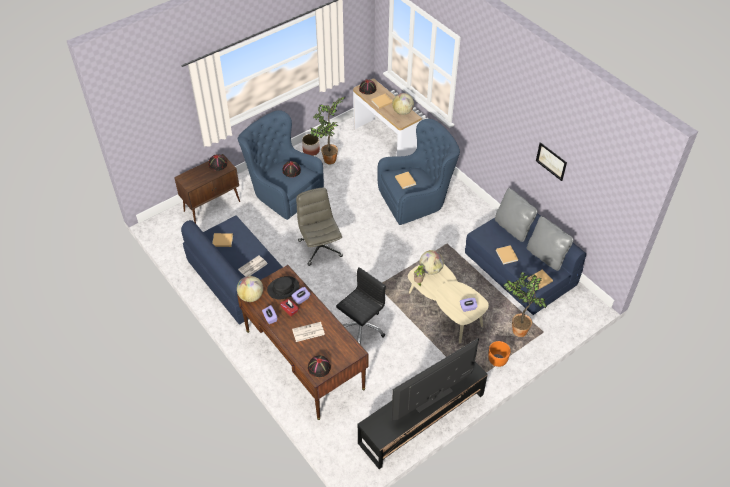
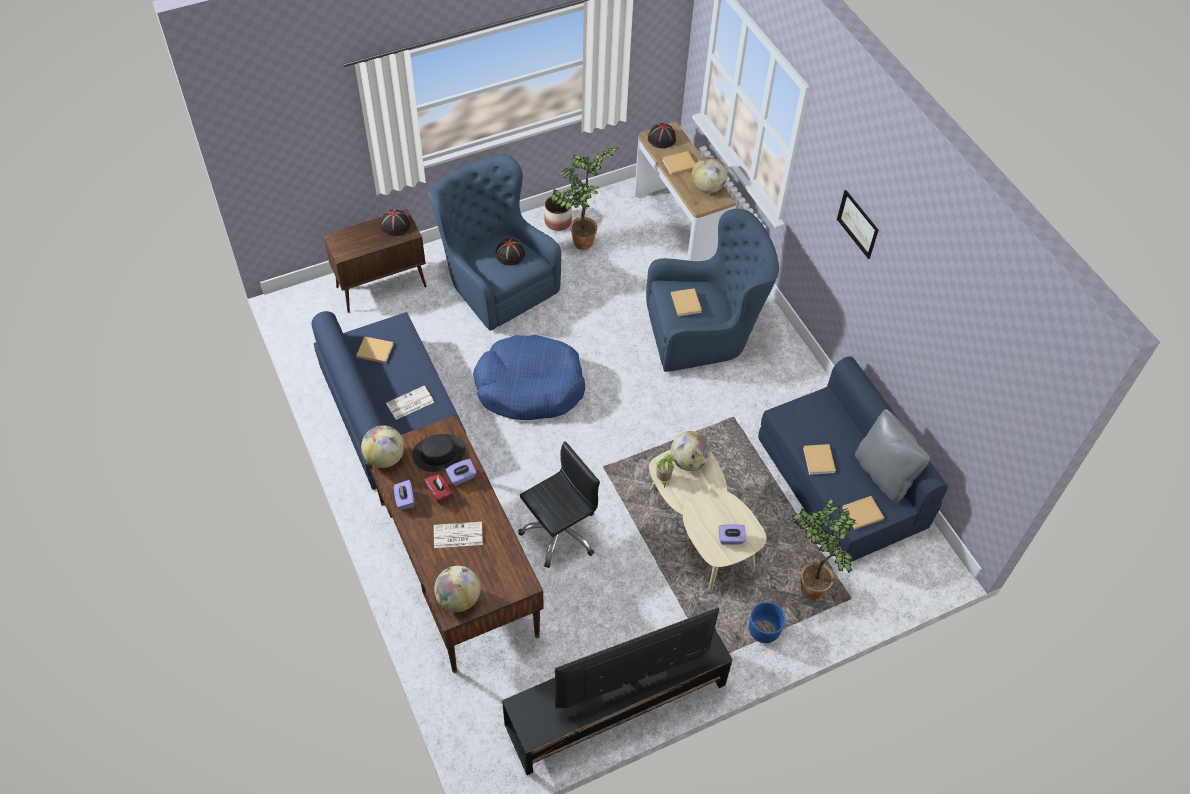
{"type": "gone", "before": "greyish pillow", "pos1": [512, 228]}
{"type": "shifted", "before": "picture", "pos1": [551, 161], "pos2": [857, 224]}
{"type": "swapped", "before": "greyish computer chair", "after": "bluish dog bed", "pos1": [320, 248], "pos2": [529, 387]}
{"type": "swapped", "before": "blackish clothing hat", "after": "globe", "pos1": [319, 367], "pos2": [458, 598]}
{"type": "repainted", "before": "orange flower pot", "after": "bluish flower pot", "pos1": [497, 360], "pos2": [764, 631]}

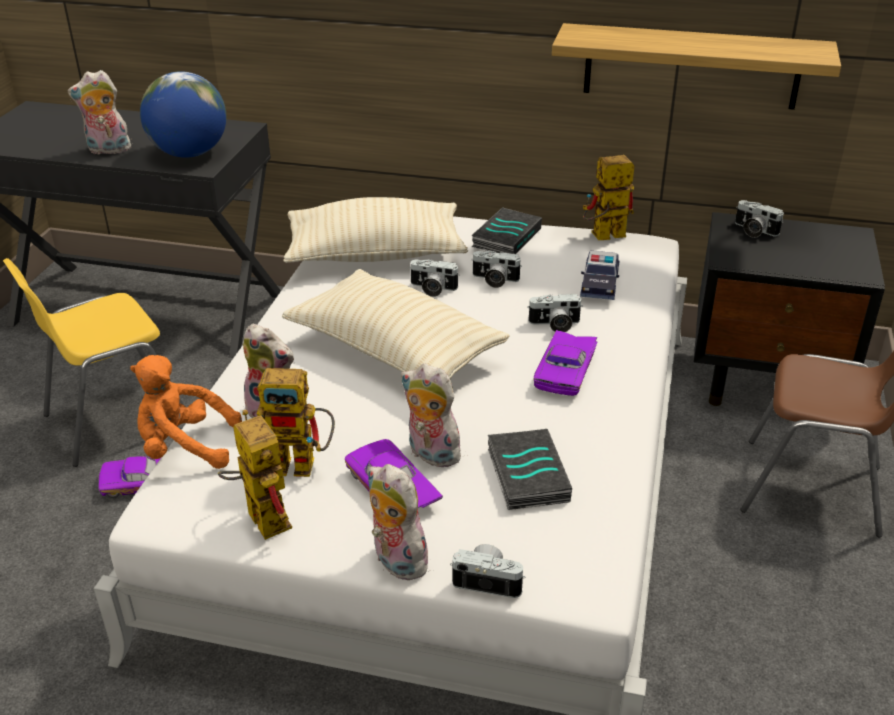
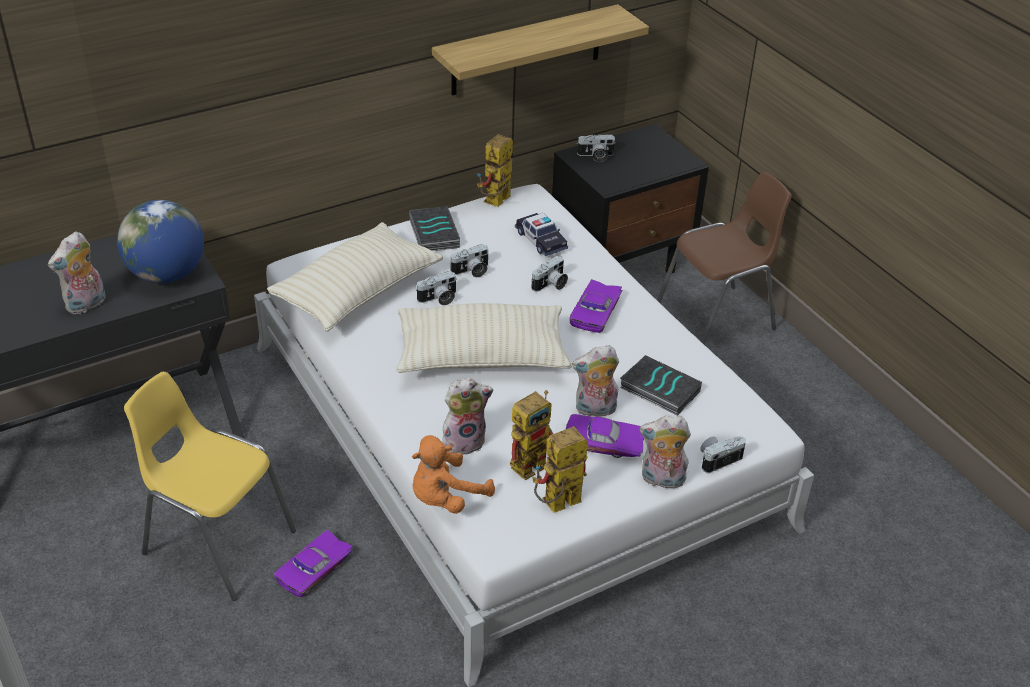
{"type": "rotated", "before": "yellowish chair", "pos1": [115, 419], "pos2": [218, 542], "turn": 105}
{"type": "rotated", "before": "model robot", "pos1": [260, 516], "pos2": [556, 506], "turn": -45}
{"type": "rotated", "before": "purplish model car", "pos1": [568, 371], "pos2": [597, 313], "turn": 45}

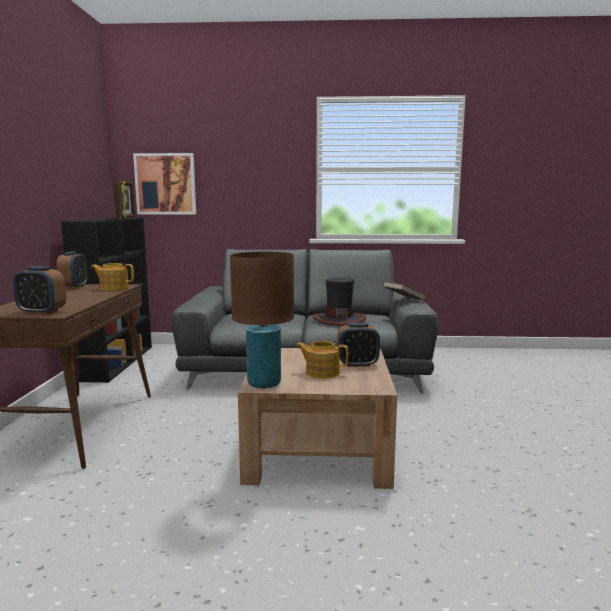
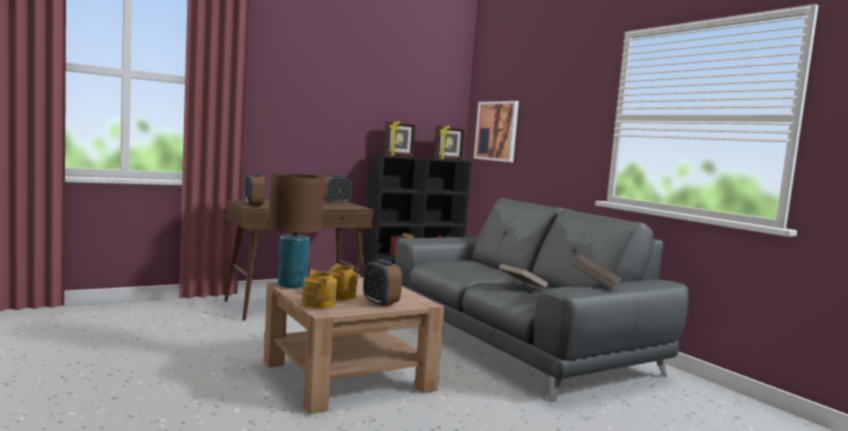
{"type": "new", "after": "photo frame", "pos2": [399, 156]}
{"type": "shifted", "before": "teapot", "pos1": [114, 288], "pos2": [319, 303]}
{"type": "swapped", "before": "clothing hat", "after": "brownish bound book", "pos1": [339, 319], "pos2": [522, 286]}

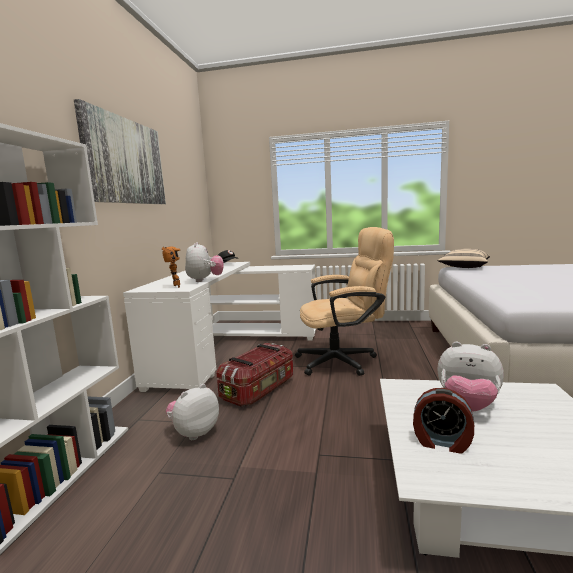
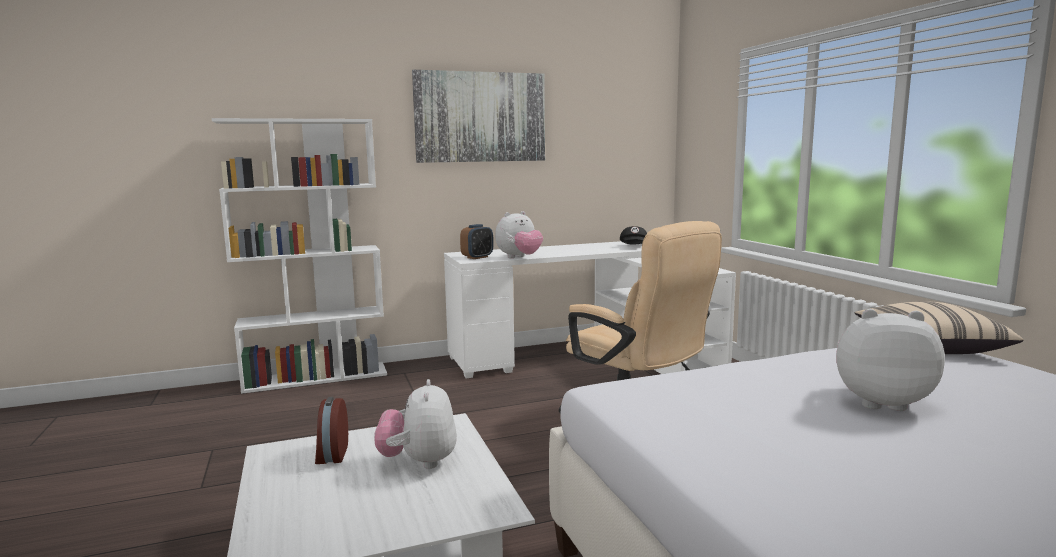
{"type": "gone", "before": "storage container", "pos1": [259, 389]}
{"type": "shifted", "before": "soft toy", "pos1": [194, 432], "pos2": [879, 402]}
{"type": "swapped", "before": "model robot", "after": "table clock", "pos1": [175, 287], "pos2": [477, 257]}

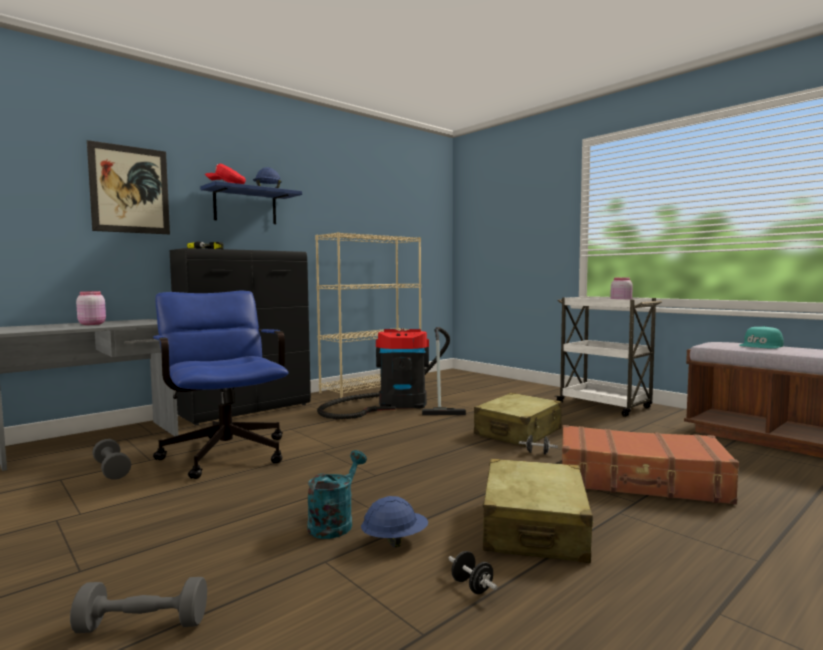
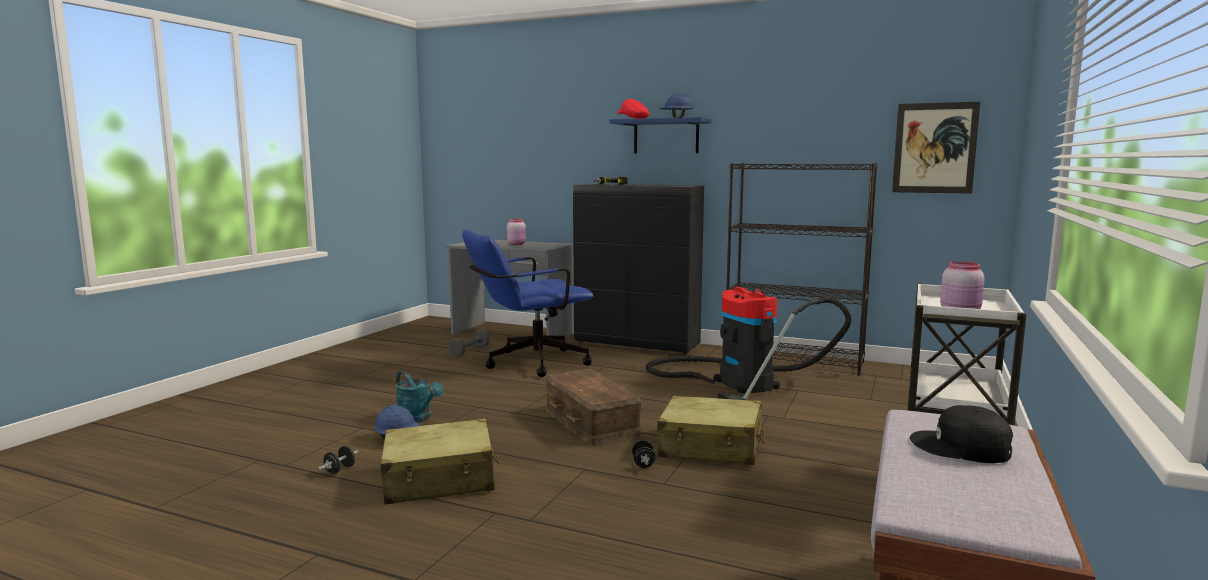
{"type": "gone", "before": "greyish hand weight", "pos1": [143, 625]}
{"type": "gone", "before": "brownish travel case", "pos1": [640, 481]}
{"type": "new", "after": "brownish storage container", "pos2": [592, 422]}
{"type": "shifted", "before": "picture", "pos1": [130, 189], "pos2": [934, 148]}
{"type": "repainted", "before": "sand-coloured shelving unit", "after": "blackish shelving unit", "pos1": [372, 388], "pos2": [794, 361]}
{"type": "repainted", "before": "turquoise-coloured cap", "after": "blackish cap", "pos1": [761, 346], "pos2": [961, 447]}
{"type": "rotated", "before": "bluish computer chair", "pos1": [224, 451], "pos2": [528, 363], "turn": -150}
{"type": "rotated", "before": "turquoise-coloured sprinkling can", "pos1": [335, 523], "pos2": [418, 419], "turn": 45}

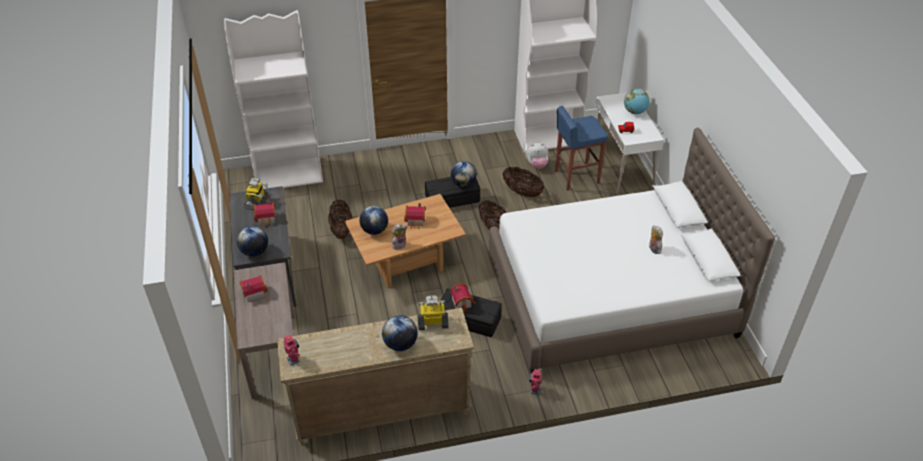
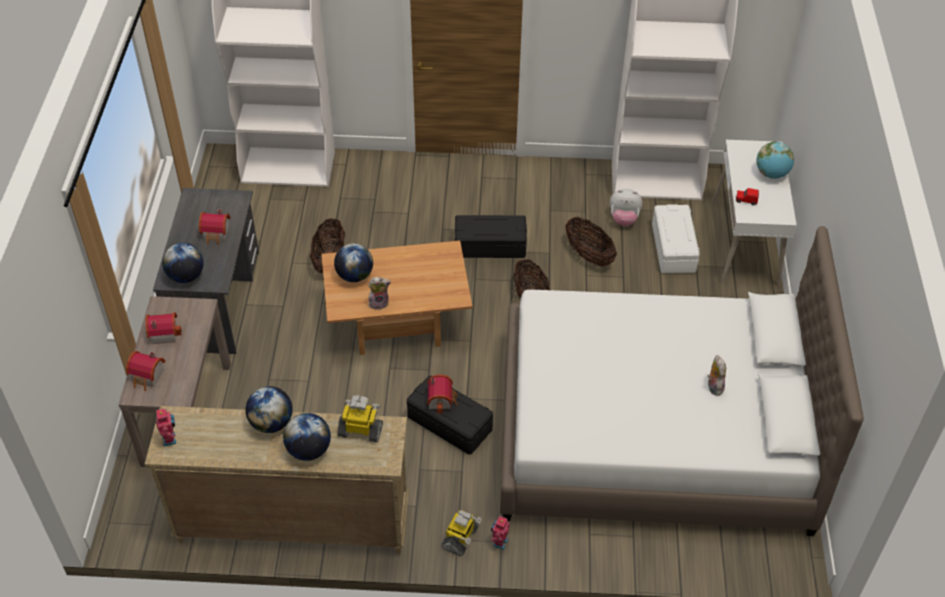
{"type": "shifted", "before": "model robot", "pos1": [257, 202], "pos2": [460, 538]}
{"type": "shifted", "before": "model house", "pos1": [416, 221], "pos2": [148, 377]}
{"type": "shifted", "before": "globe", "pos1": [463, 184], "pos2": [271, 423]}
{"type": "swapped", "before": "bluish stool seat", "after": "white storage container", "pos1": [576, 177], "pos2": [672, 248]}

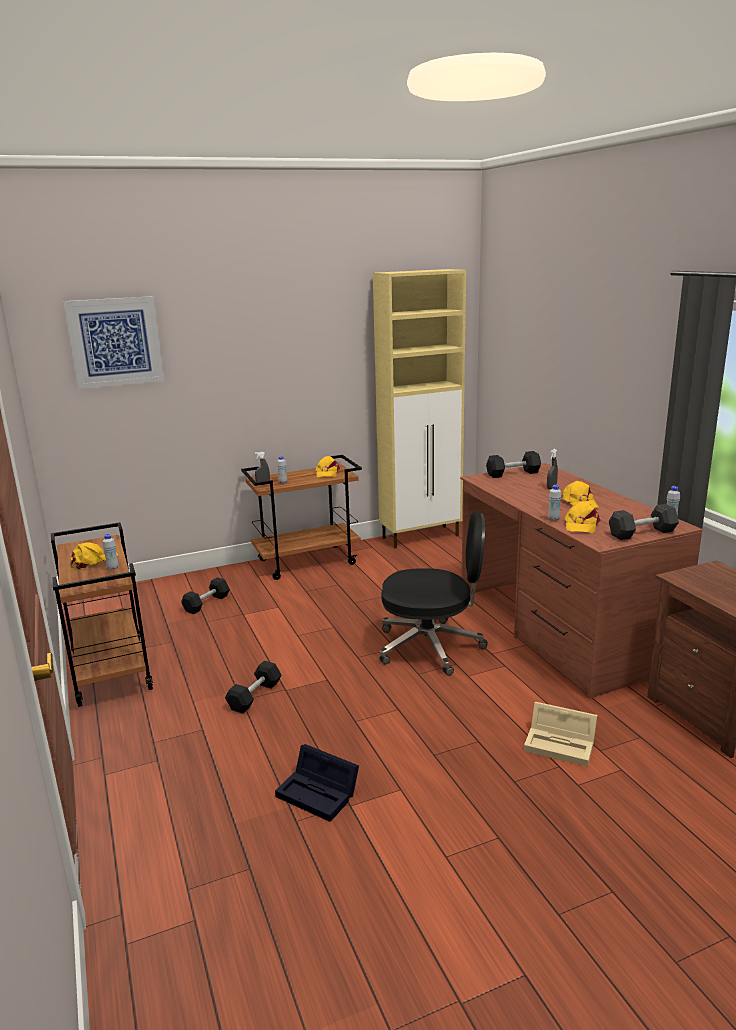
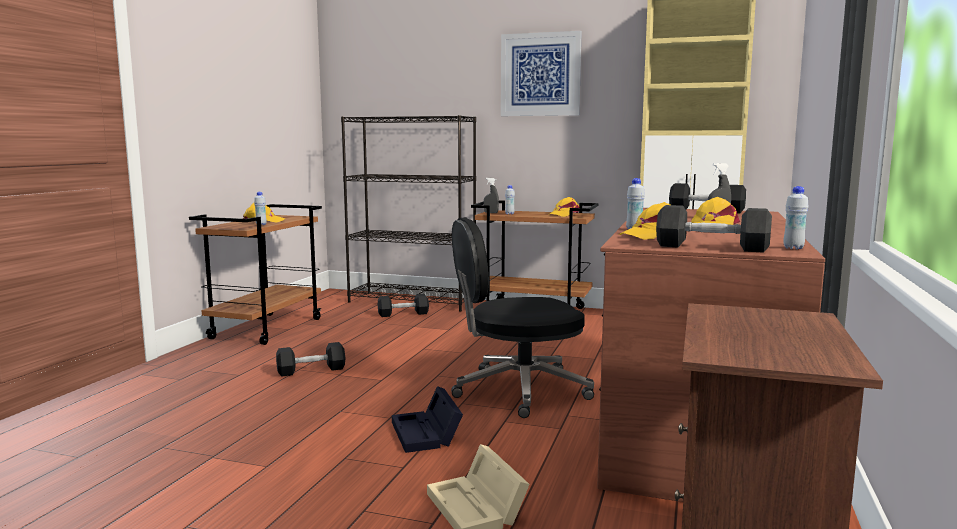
{"type": "new", "after": "blackish shelving unit", "pos2": [413, 301]}
{"type": "shifted", "before": "picture", "pos1": [115, 342], "pos2": [540, 74]}
{"type": "shifted", "before": "blackish storage container", "pos1": [320, 793], "pos2": [427, 434]}
{"type": "rotated", "before": "blackish computer chair", "pos1": [432, 646], "pos2": [518, 390], "turn": 120}

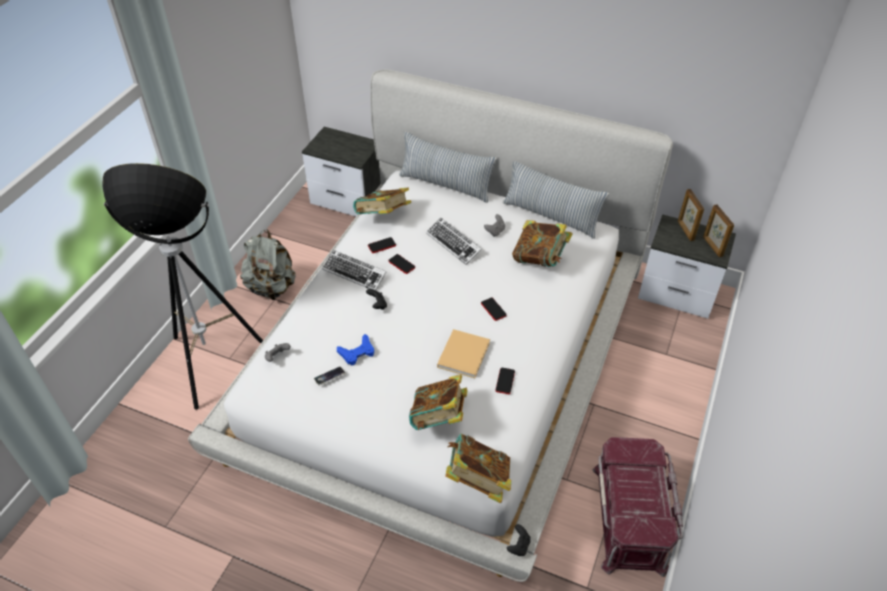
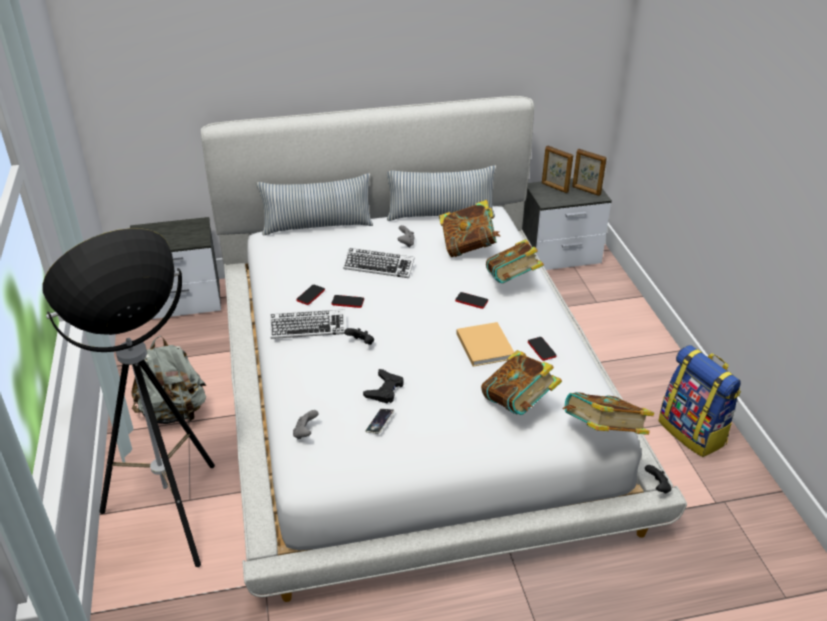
{"type": "shifted", "before": "bound book", "pos1": [383, 217], "pos2": [512, 282]}
{"type": "swapped", "before": "reddish storage container", "after": "knapsack", "pos1": [631, 518], "pos2": [693, 432]}
{"type": "repainted", "before": "bluish gamepad", "after": "blackish gamepad", "pos1": [357, 353], "pos2": [385, 390]}

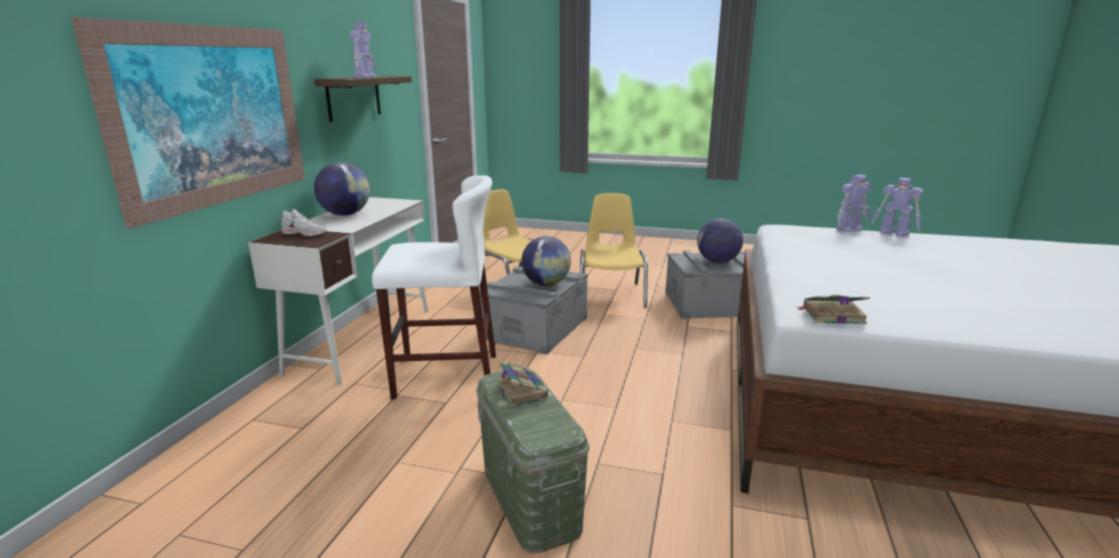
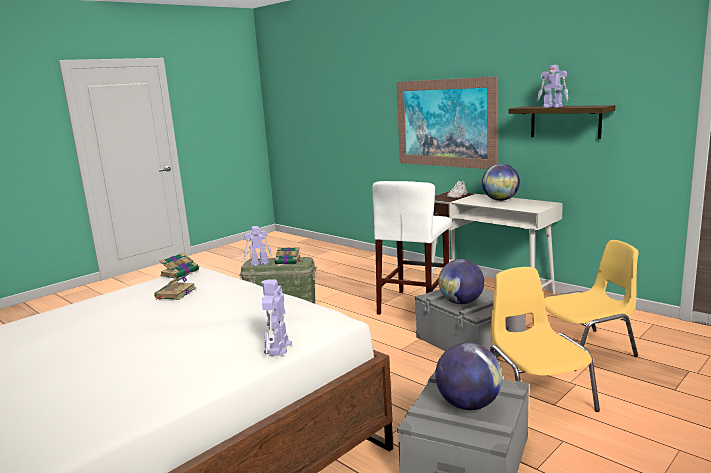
{"type": "new", "after": "bound book", "pos2": [175, 293]}
{"type": "shifted", "before": "model robot", "pos1": [894, 233], "pos2": [259, 263]}
{"type": "rotated", "before": "yellowish chair", "pos1": [611, 294], "pos2": [536, 396], "turn": -135}

